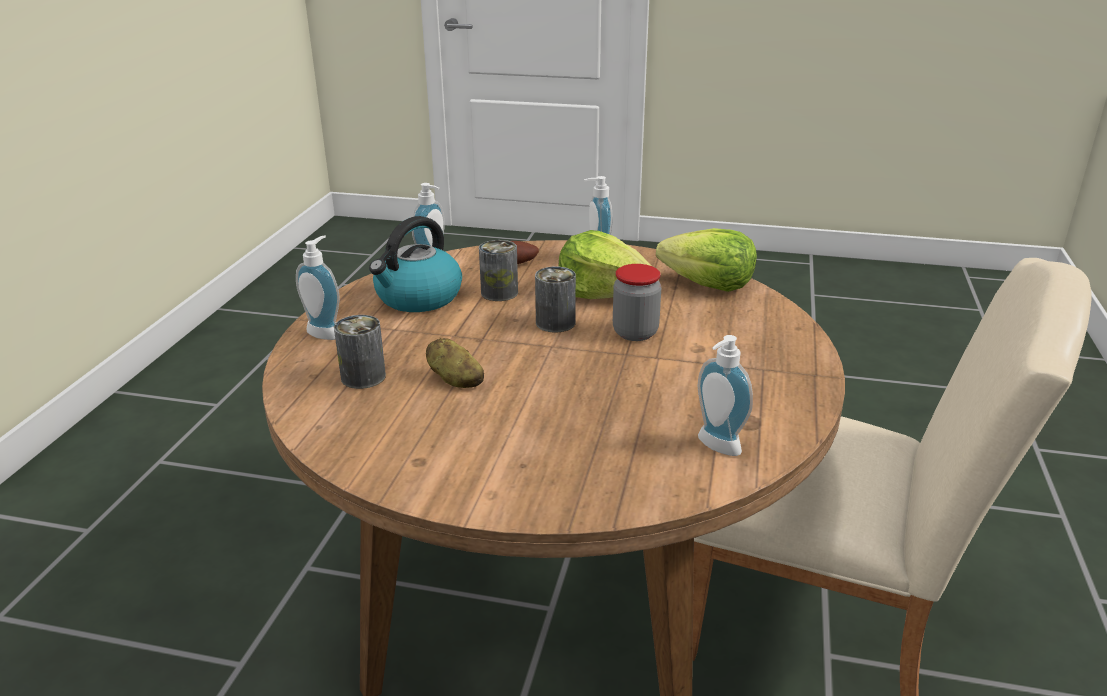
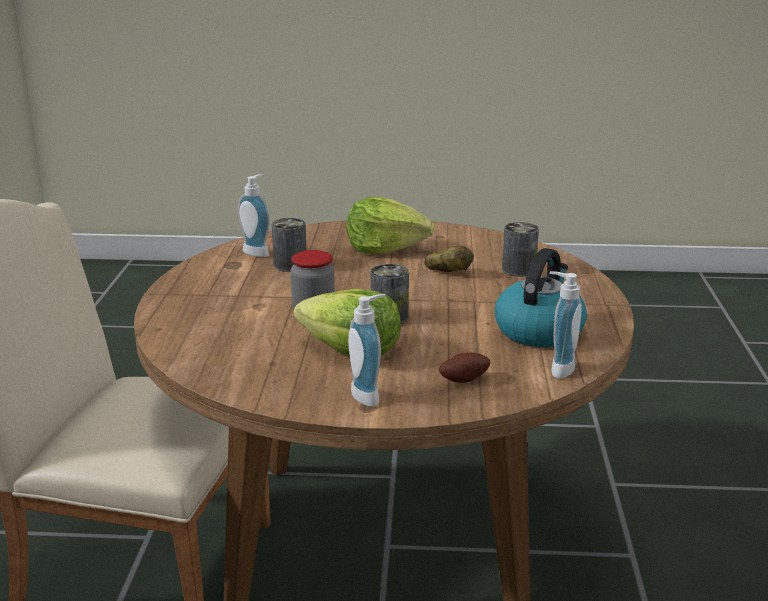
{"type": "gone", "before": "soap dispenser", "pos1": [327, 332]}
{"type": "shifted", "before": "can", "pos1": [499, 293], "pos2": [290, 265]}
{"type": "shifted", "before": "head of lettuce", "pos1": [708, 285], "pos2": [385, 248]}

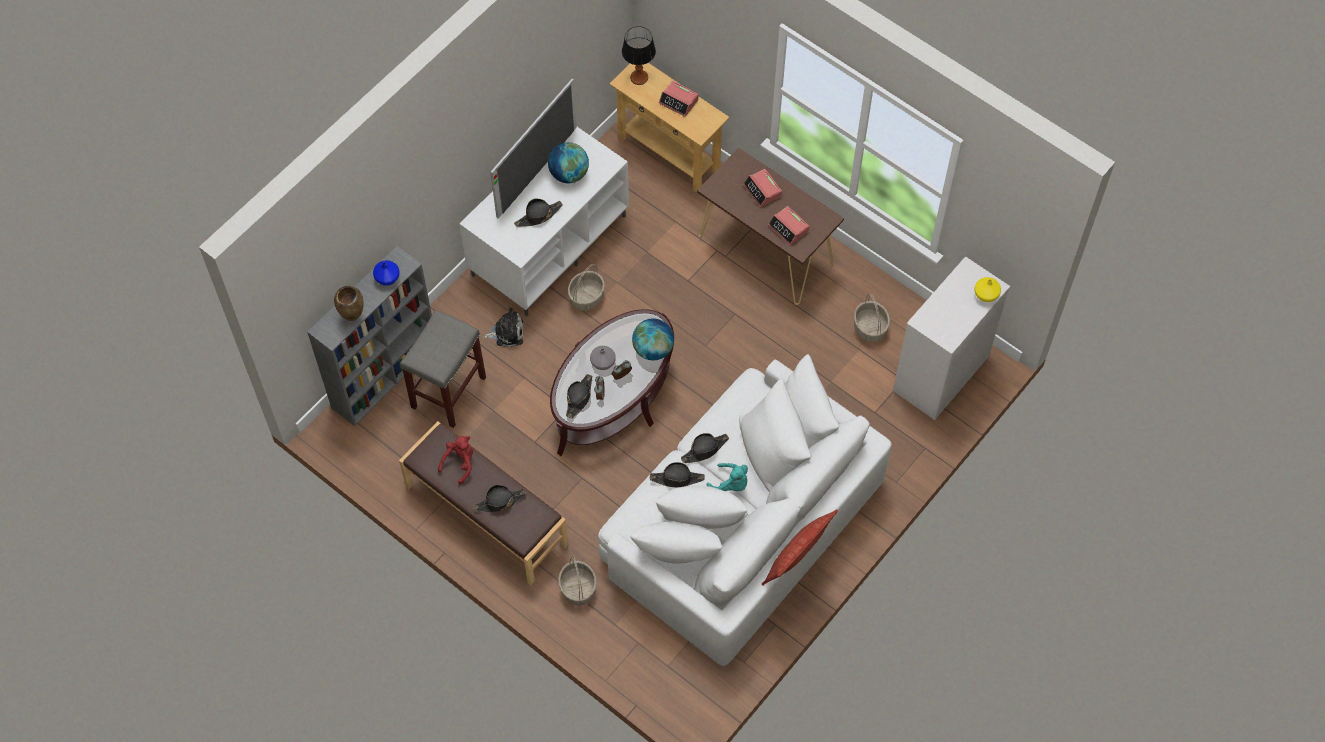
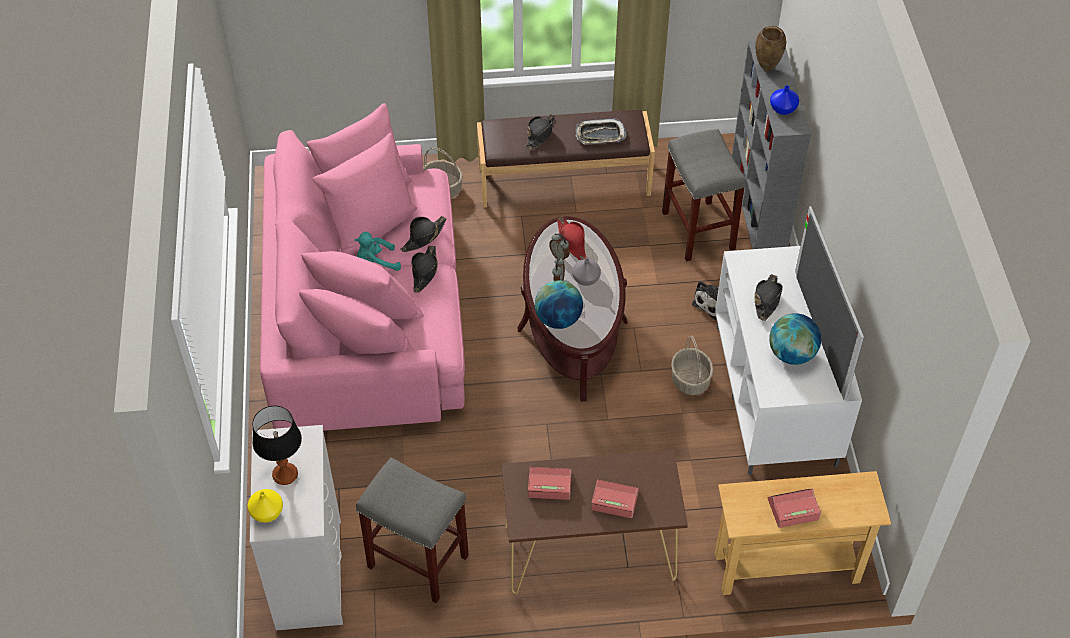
{"type": "gone", "before": "pillow", "pos1": [797, 556]}
{"type": "shifted", "before": "lamp for a table", "pos1": [639, 77], "pos2": [285, 474]}
{"type": "swapped", "before": "reddish soft toy", "after": "tray", "pos1": [460, 463], "pos2": [600, 135]}
{"type": "swapped", "before": "household basket", "after": "greyish stool seat", "pos1": [870, 328], "pos2": [416, 561]}
{"type": "repainted", "before": "blackish clothing hat", "after": "reddish clothing hat", "pos1": [579, 397], "pos2": [571, 241]}
{"type": "repainted", "before": "white sofa", "after": "pinkish sofa", "pos1": [740, 525], "pos2": [366, 315]}

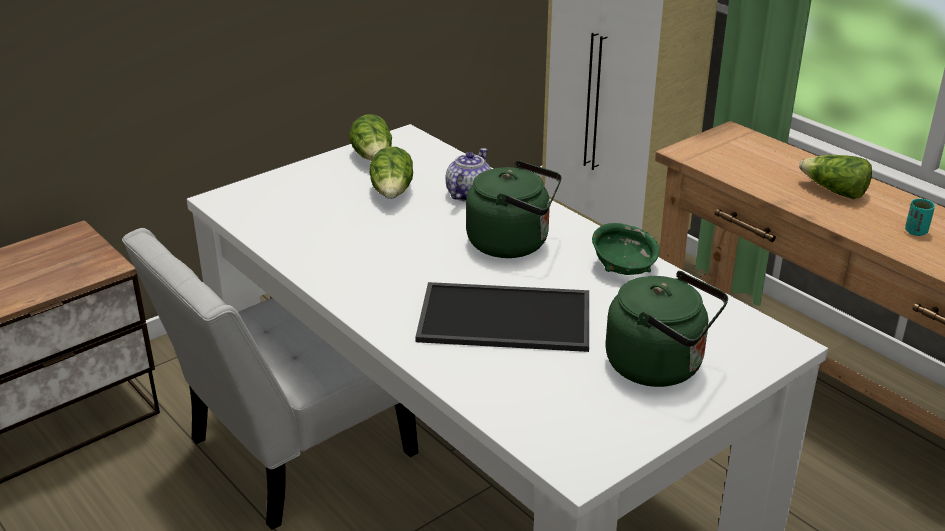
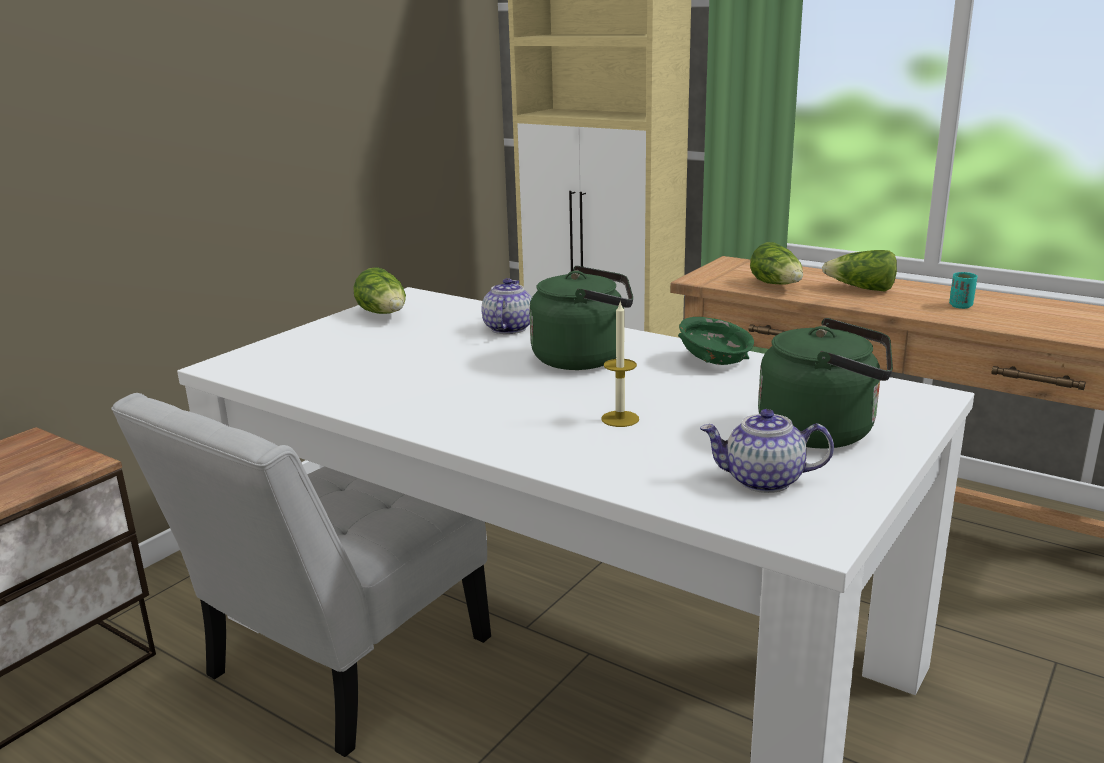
{"type": "new", "after": "teapot", "pos2": [763, 481]}
{"type": "shifted", "before": "head of lettuce", "pos1": [393, 193], "pos2": [777, 285]}
{"type": "swapped", "before": "tray", "after": "wax candle", "pos1": [503, 319], "pos2": [620, 419]}

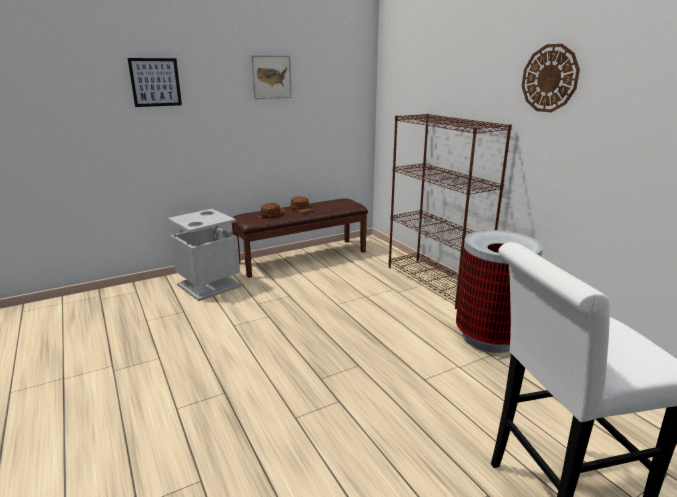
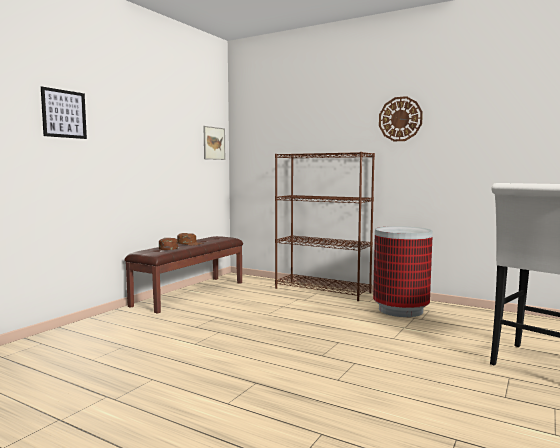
{"type": "gone", "before": "greyish waste bin", "pos1": [209, 285]}
{"type": "shifted", "before": "picture", "pos1": [271, 77], "pos2": [214, 143]}

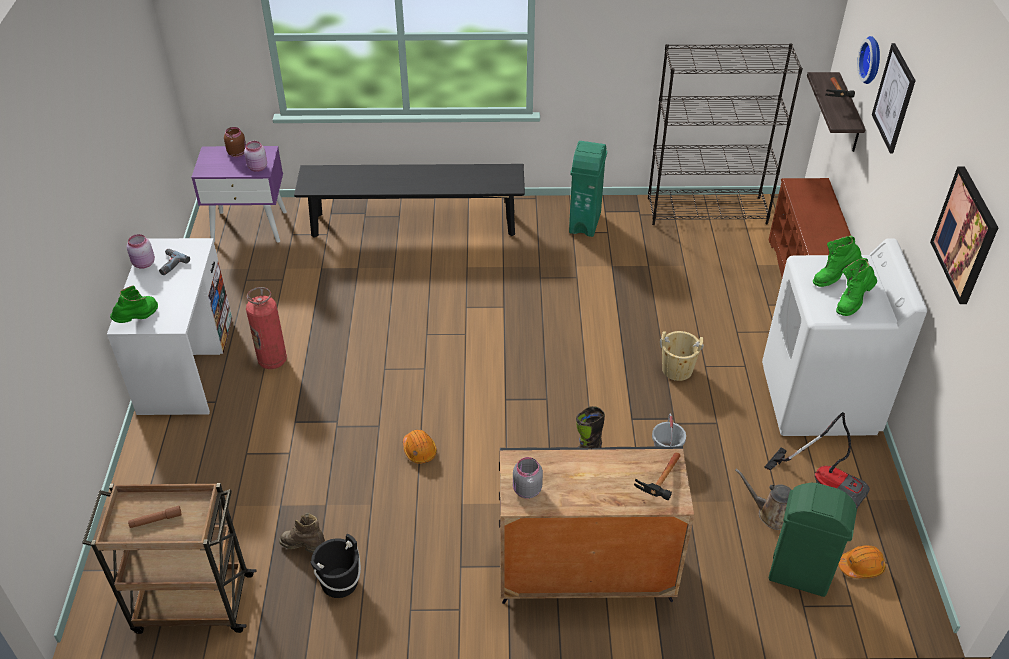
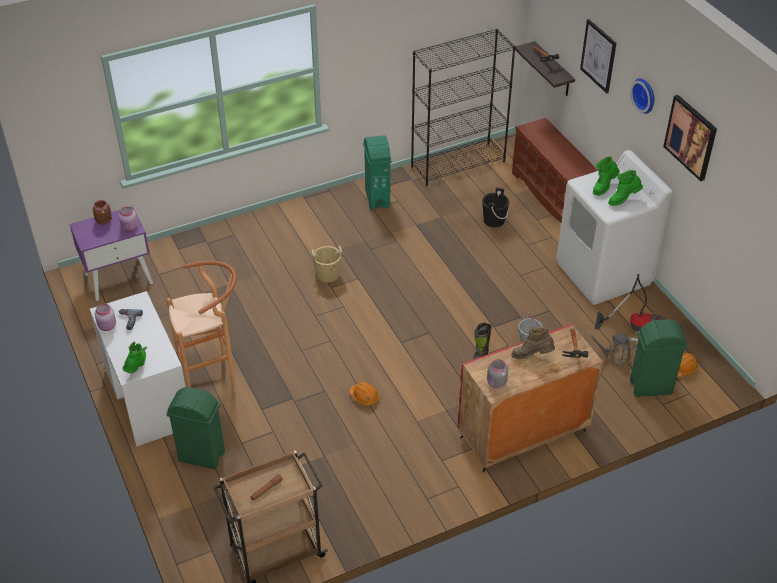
{"type": "gone", "before": "blackish bench", "pos1": [414, 224]}
{"type": "new", "after": "greenish waste bin", "pos2": [201, 456]}
{"type": "shifted", "before": "brownish high-top boot", "pos1": [305, 548], "pos2": [532, 356]}
{"type": "shifted", "before": "blackish pail", "pos1": [339, 582], "pos2": [494, 220]}
{"type": "shifted", "before": "sand-coloured pail", "pos1": [677, 370], "pos2": [327, 275]}
{"type": "shifted", "before": "hanging clock", "pos1": [873, 60], "pos2": [645, 95]}
{"type": "swapped", "before": "fire-fighting cylinder", "after": "brownish stool seat", "pos1": [272, 360], "pos2": [213, 372]}
{"type": "repainted", "before": "blackish cupboard", "after": "reddish cupboard", "pos1": [584, 573], "pos2": [522, 434]}
{"type": "rotated", "before": "greenish high-top boot", "pos1": [852, 302], "pos2": [623, 199], "turn": 45}

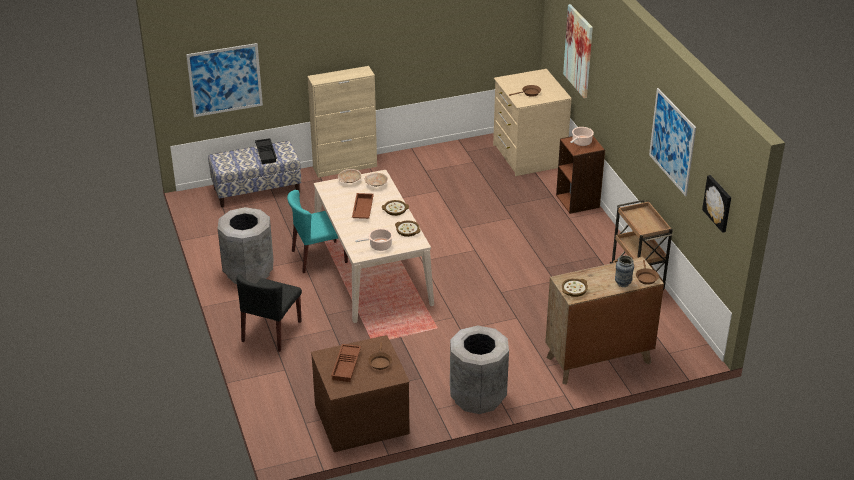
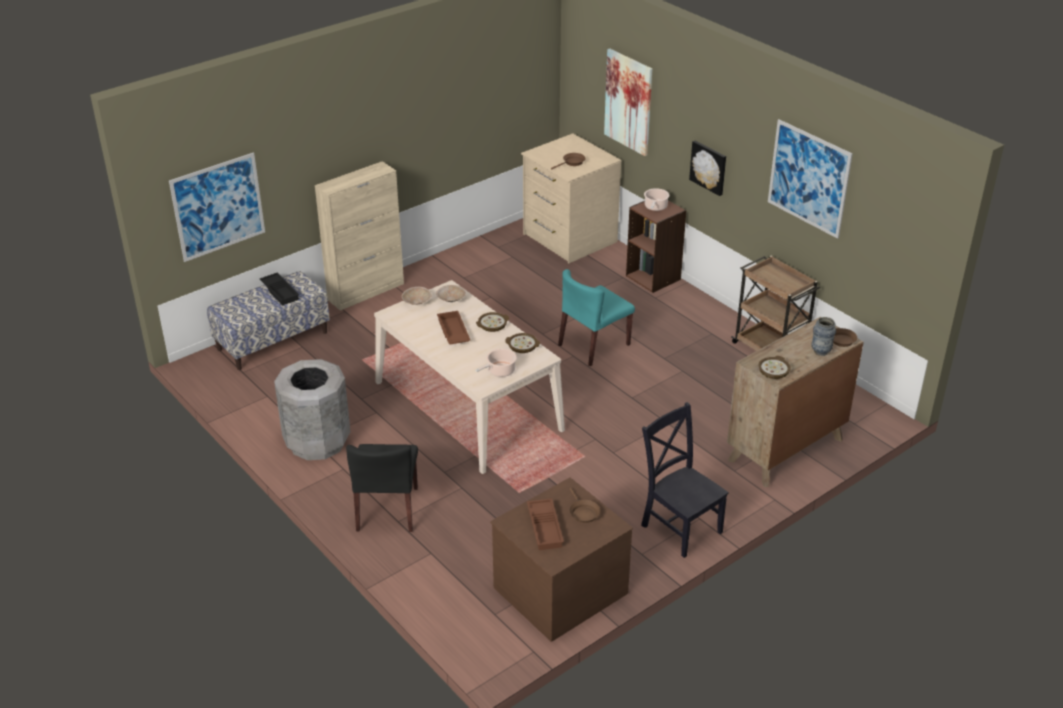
{"type": "shifted", "before": "turquoise-coloured chair", "pos1": [319, 257], "pos2": [594, 345]}
{"type": "shifted", "before": "picture", "pos1": [718, 203], "pos2": [709, 167]}
{"type": "swapped", "before": "greyish waste bin", "after": "blackish chair", "pos1": [477, 396], "pos2": [679, 526]}

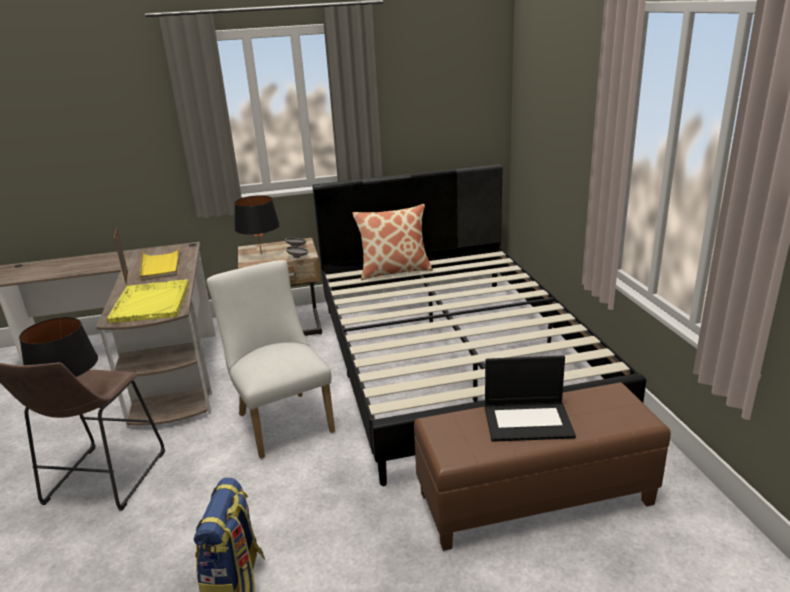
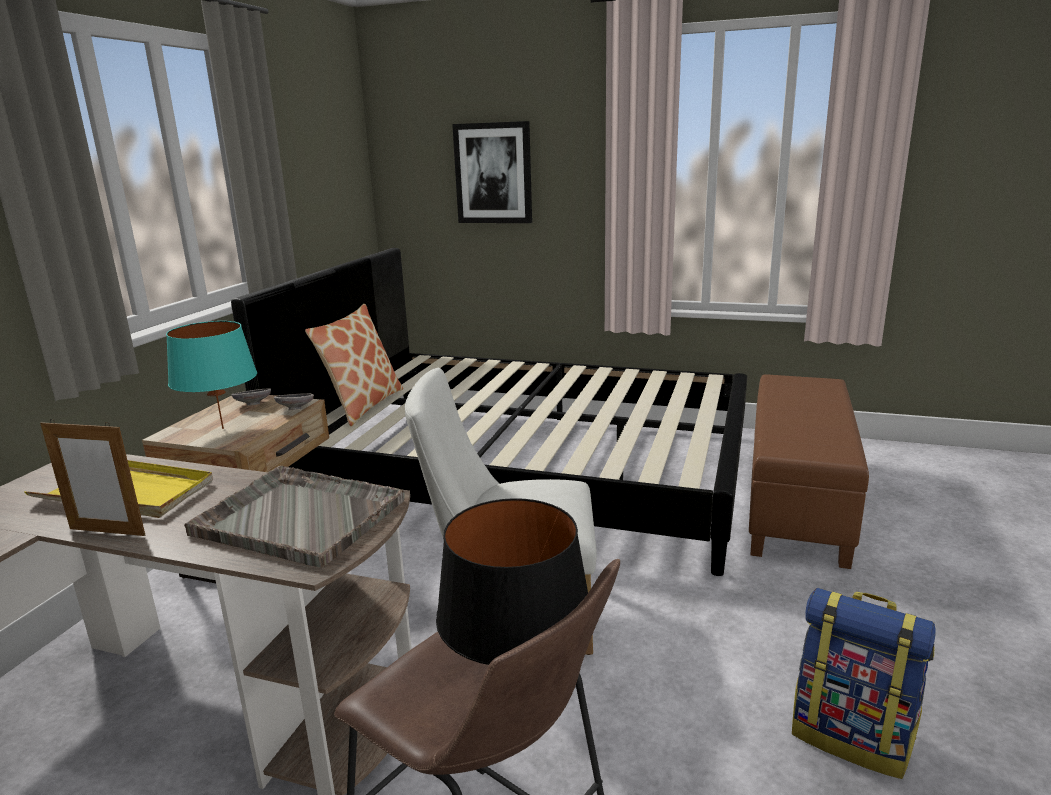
{"type": "gone", "before": "portable computer", "pos1": [528, 421]}
{"type": "new", "after": "picture", "pos2": [493, 173]}
{"type": "repainted", "before": "yellowish tray", "after": "greyish tray", "pos1": [151, 302], "pos2": [298, 516]}
{"type": "repainted", "before": "blackish lamp for a table", "after": "turquoise-coloured lamp for a table", "pos1": [261, 254], "pos2": [223, 428]}

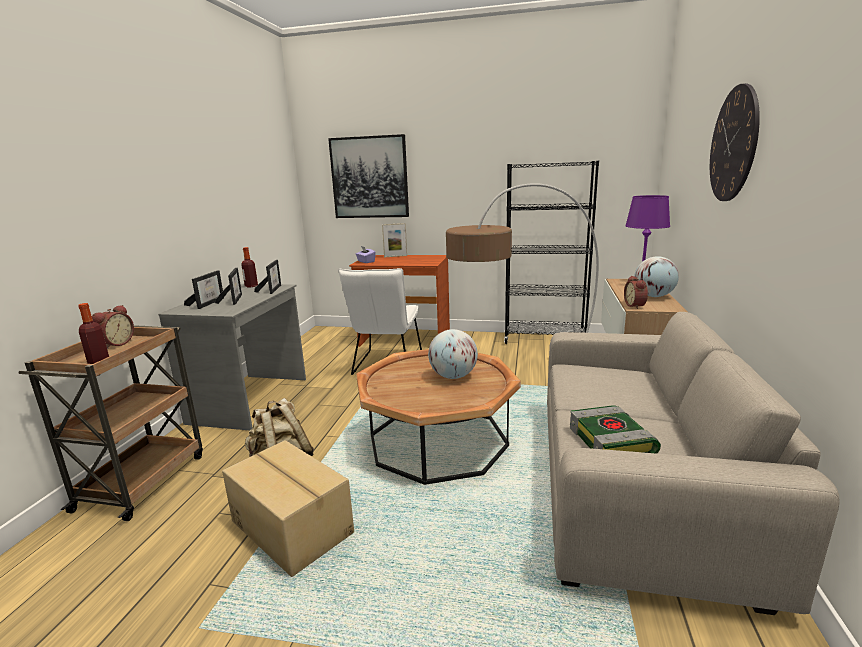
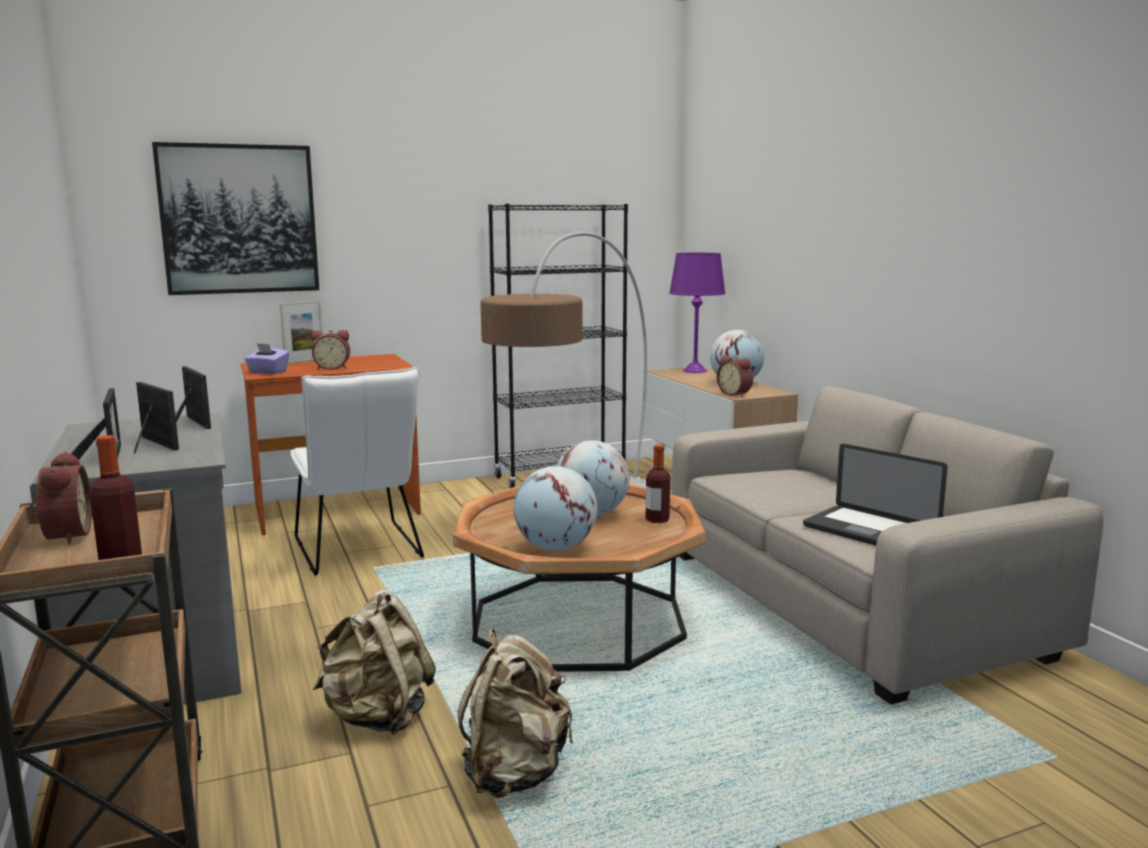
{"type": "gone", "before": "hanging clock", "pos1": [733, 144]}
{"type": "new", "after": "table clock", "pos2": [332, 368]}
{"type": "new", "after": "globe", "pos2": [556, 548]}
{"type": "shifted", "before": "drink bottle", "pos1": [251, 286], "pos2": [657, 519]}
{"type": "swapped", "before": "packing box", "after": "sand-coloured knapsack", "pos1": [293, 525], "pos2": [515, 773]}
{"type": "swapped", "before": "bound book", "after": "portable computer", "pos1": [612, 442], "pos2": [870, 531]}

